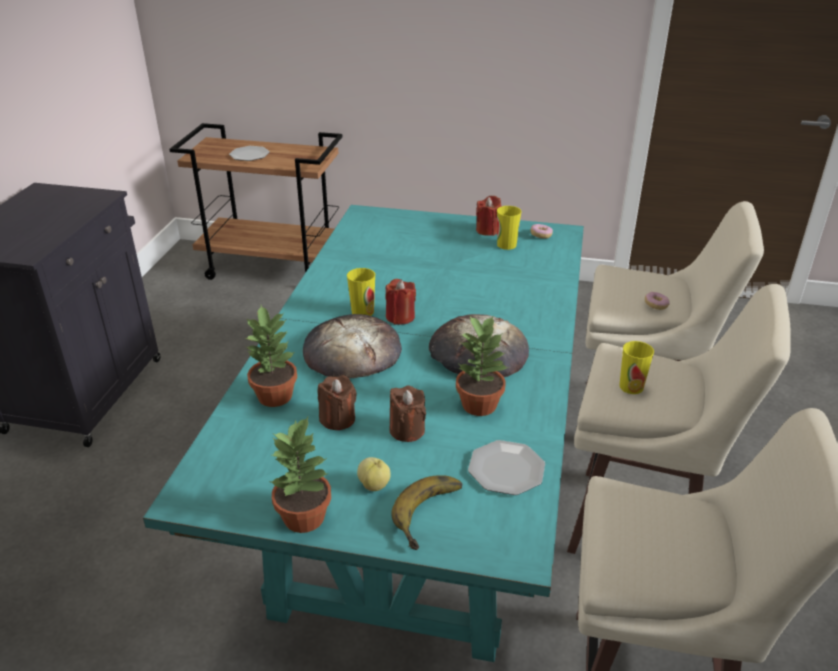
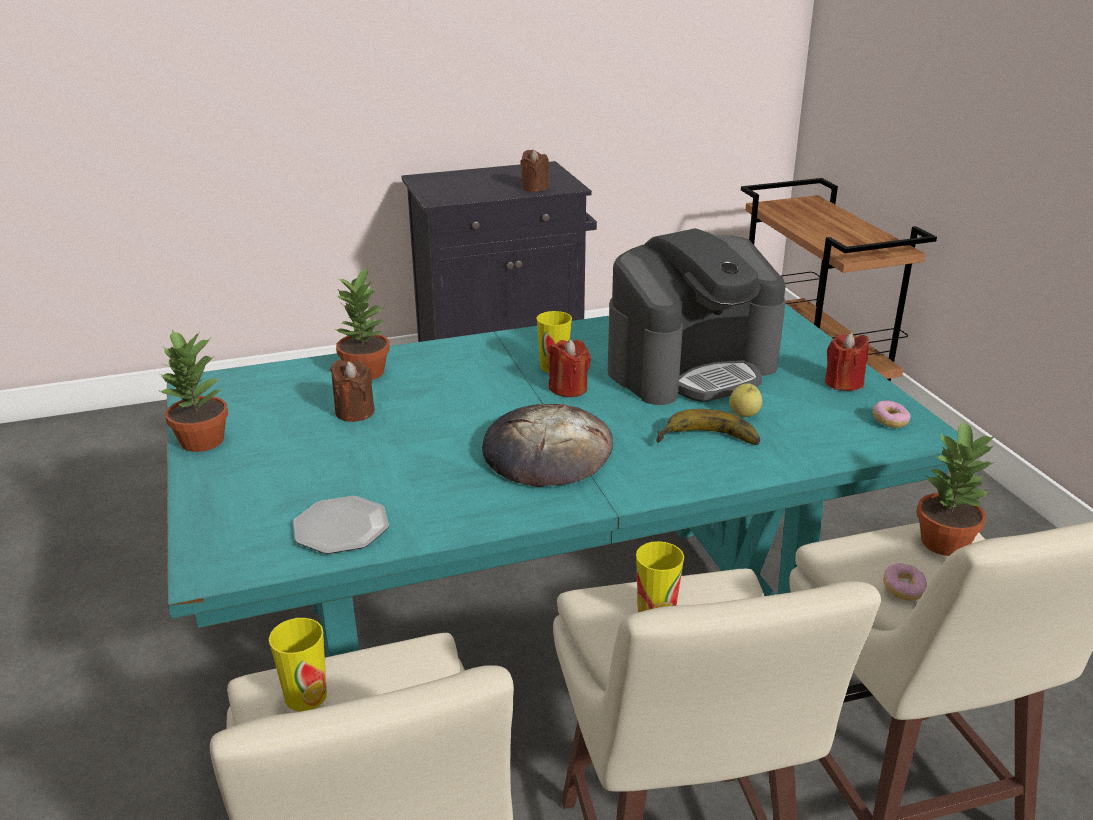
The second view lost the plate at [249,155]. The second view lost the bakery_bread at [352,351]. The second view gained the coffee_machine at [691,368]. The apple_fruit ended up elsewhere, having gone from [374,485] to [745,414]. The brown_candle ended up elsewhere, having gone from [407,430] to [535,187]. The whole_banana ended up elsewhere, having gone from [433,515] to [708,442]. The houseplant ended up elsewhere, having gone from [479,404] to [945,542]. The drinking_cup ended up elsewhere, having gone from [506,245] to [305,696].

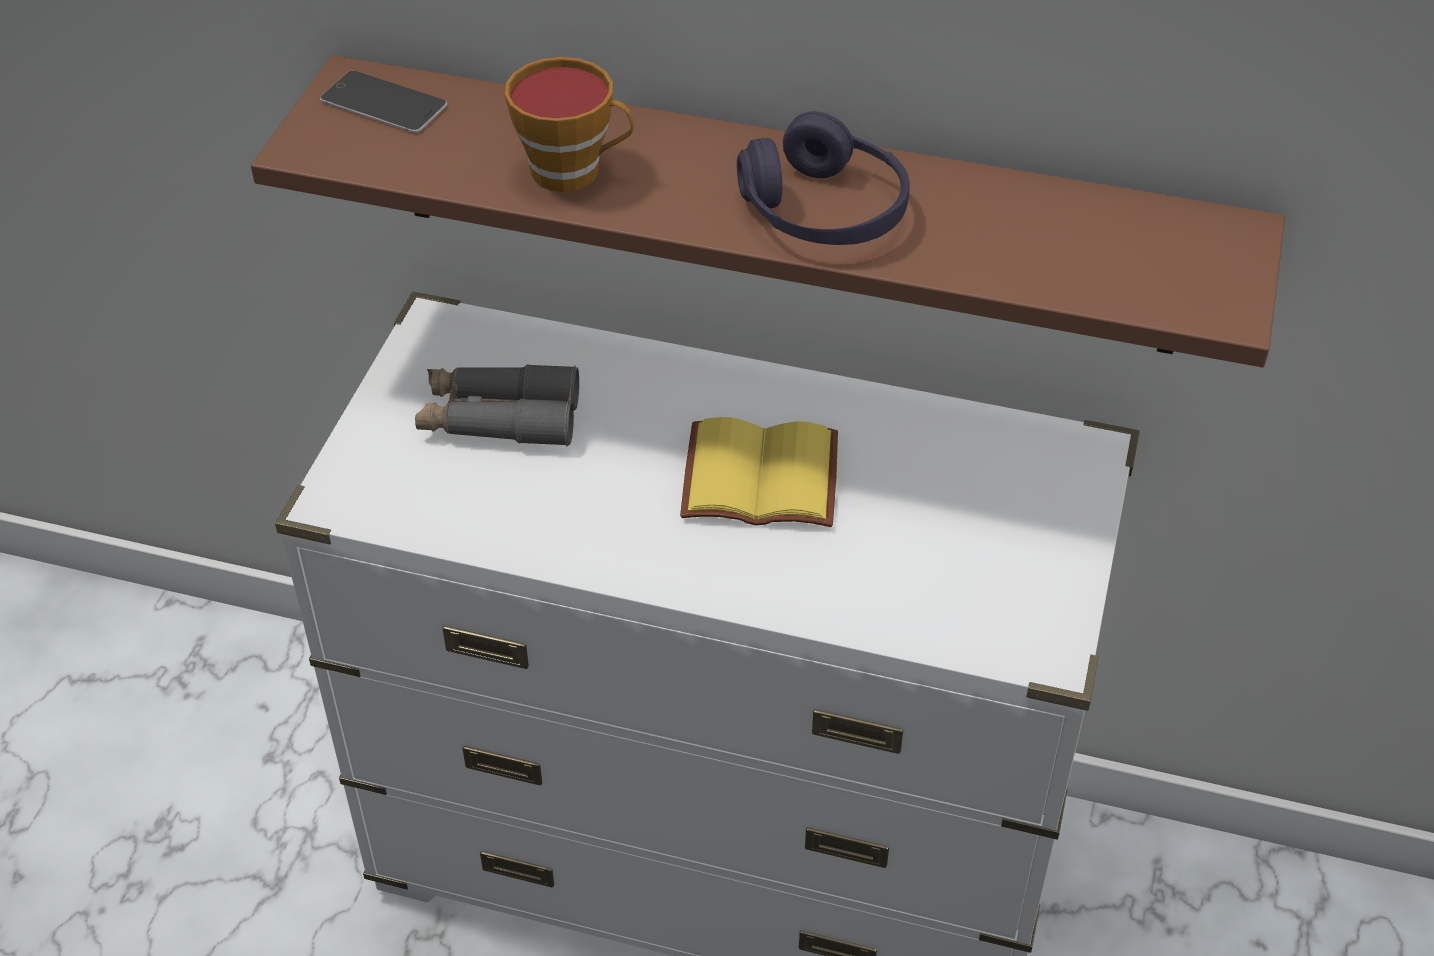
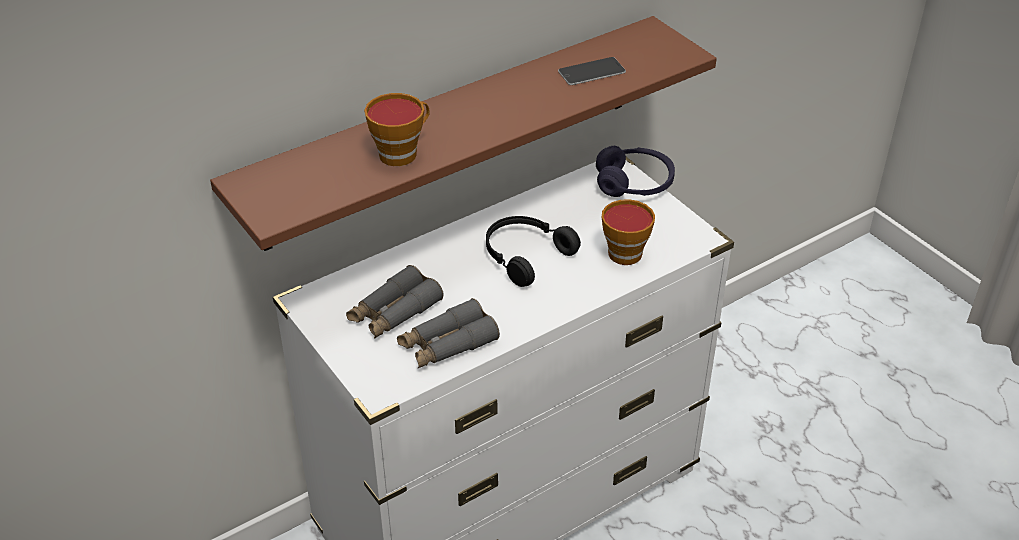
The second view gained the greyish_binoculars at [447,344]. The second view gained the drinking_cup at [626,251]. The telephone ended up elsewhere, having gone from [383,103] to [591,71]. The purple_pair_of_headphones ended up elsewhere, having gone from [824,211] to [634,183]. Where the yellowish_book stood at [763,474], the black_pair_of_headphones came to stand at [524,255].

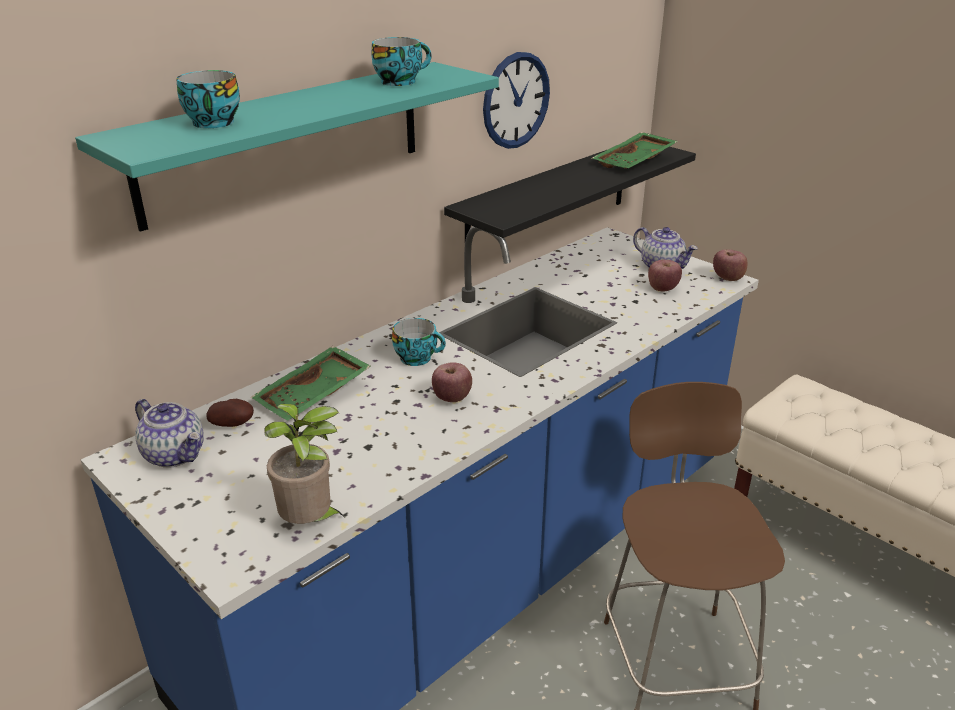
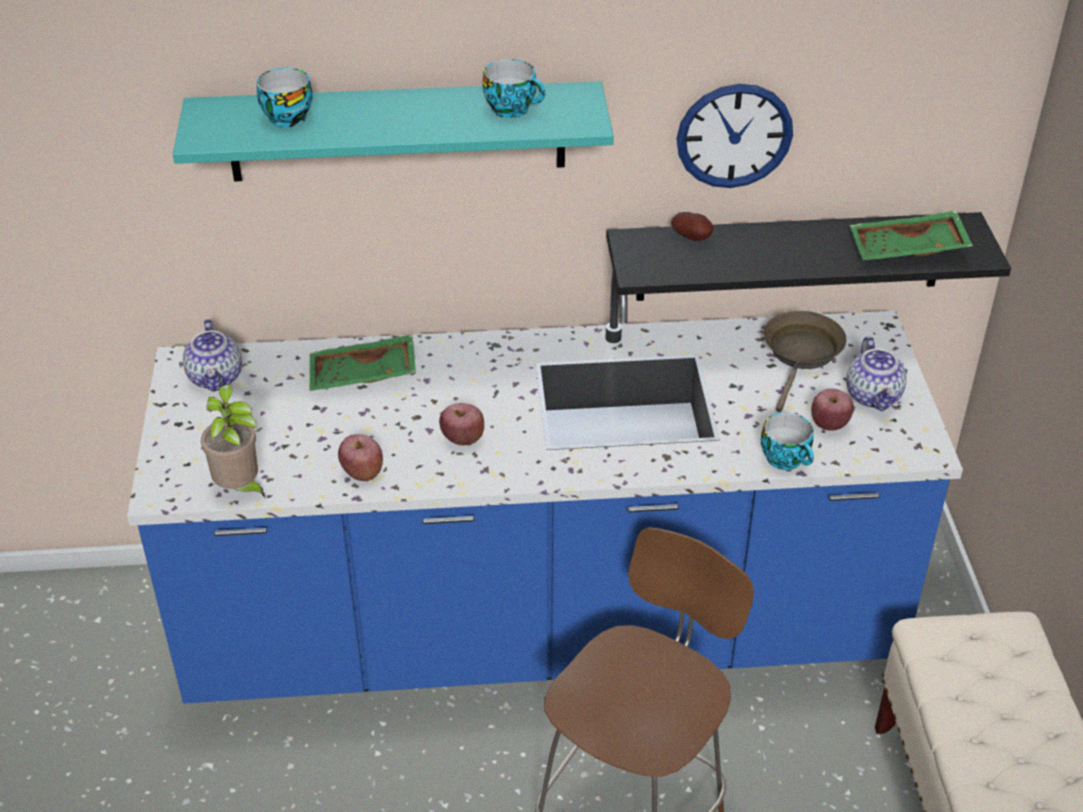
The second view gained the brown_pan at [801,355]. The potato ended up elsewhere, having gone from [234,424] to [693,238]. The drinking_cup ended up elsewhere, having gone from [418,358] to [787,459]. The apple_fruit ended up elsewhere, having gone from [728,278] to [362,472].

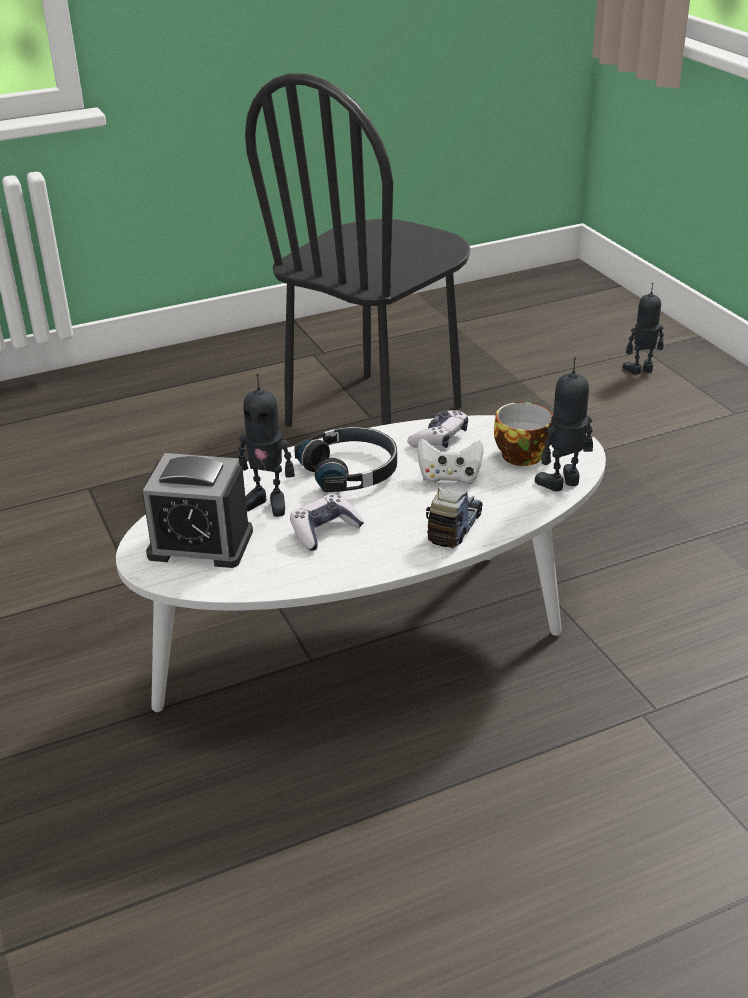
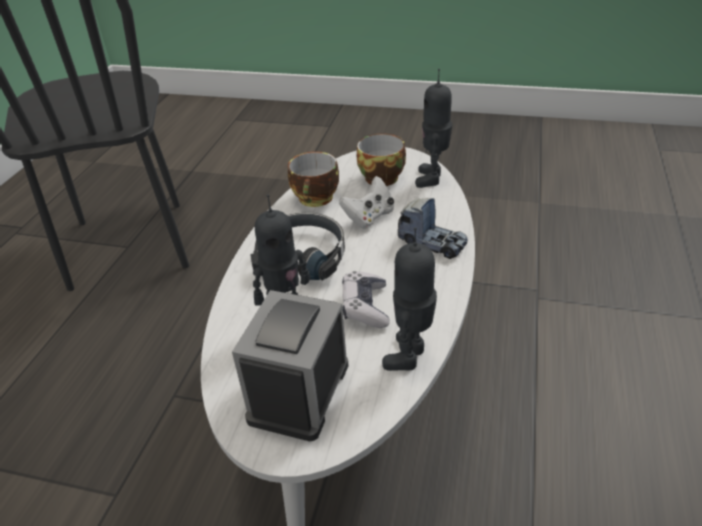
The model_robot ended up elsewhere, having gone from [641,370] to [410,356]. Where the gamepad stood at [439,438], the drinking_cup came to stand at [316,199]. The table_clock at [200,544] ended up facing another way, 150 degrees clockwise from before. The toy_truck at [454,527] ended up facing another way, 150 degrees clockwise from before.

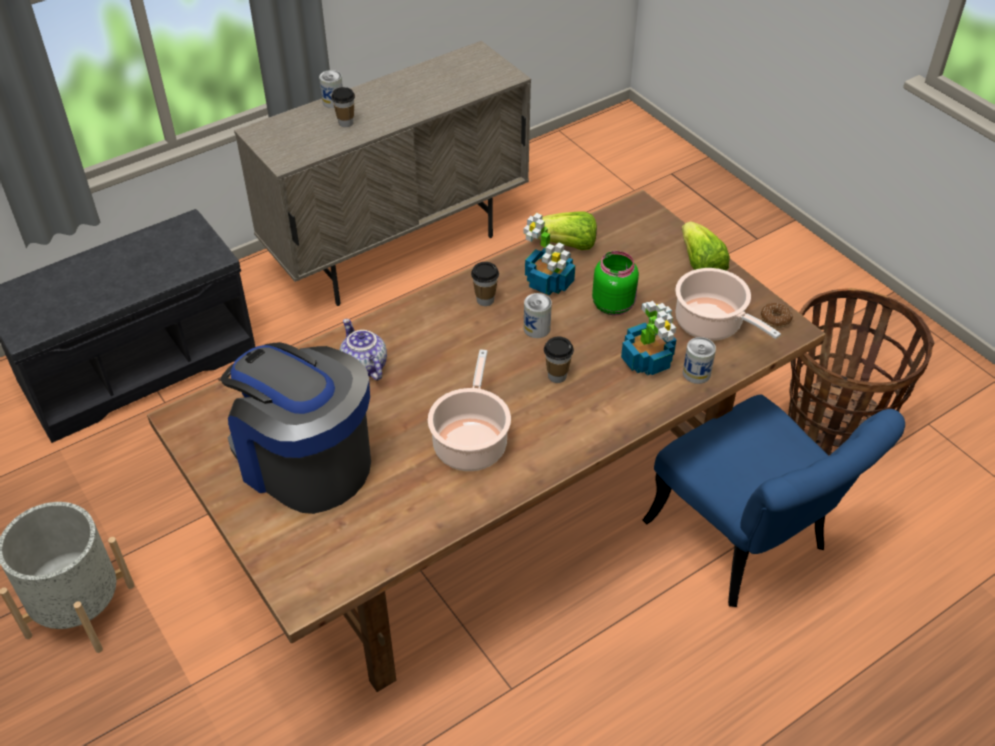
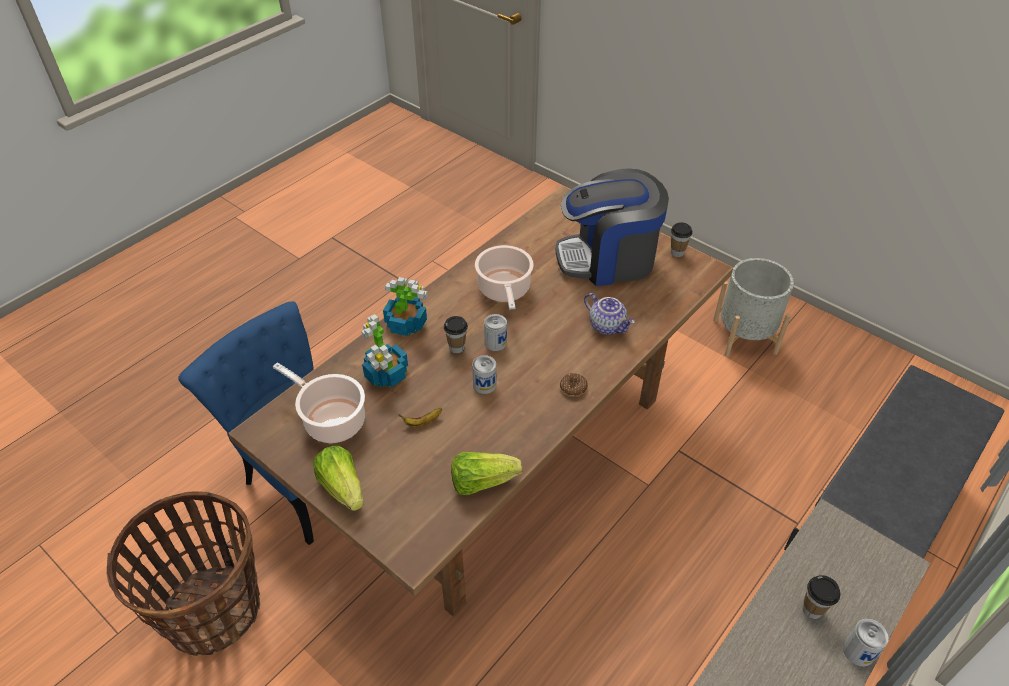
The drinking_cup ended up elsewhere, having gone from [485,300] to [677,252]. The houseplant ended up elsewhere, having gone from [549,283] to [406,324]. The sealed_can ended up elsewhere, having gone from [696,373] to [495,343]. The ring_doughnut ended up elsewhere, having gone from [775,319] to [573,388]. Where the green_storage_jar stood at [614,304], the whole_banana came to stand at [422,422]. The coffee_machine at [304,461] ended up facing another way, 150 degrees clockwise from before.

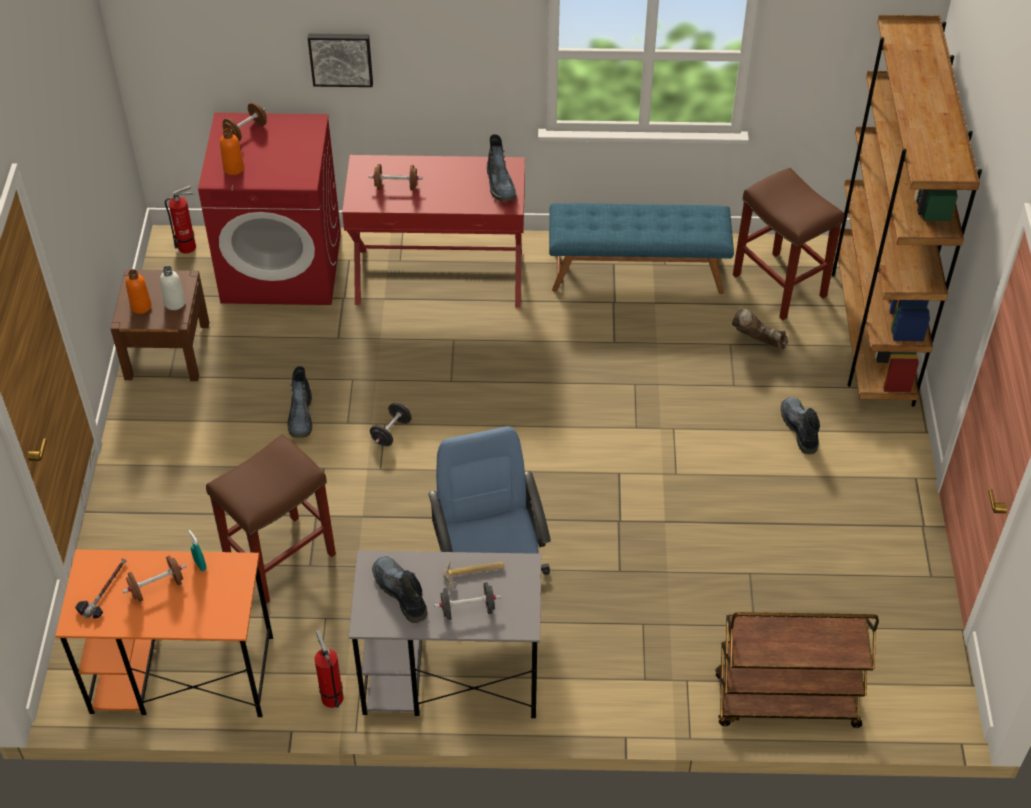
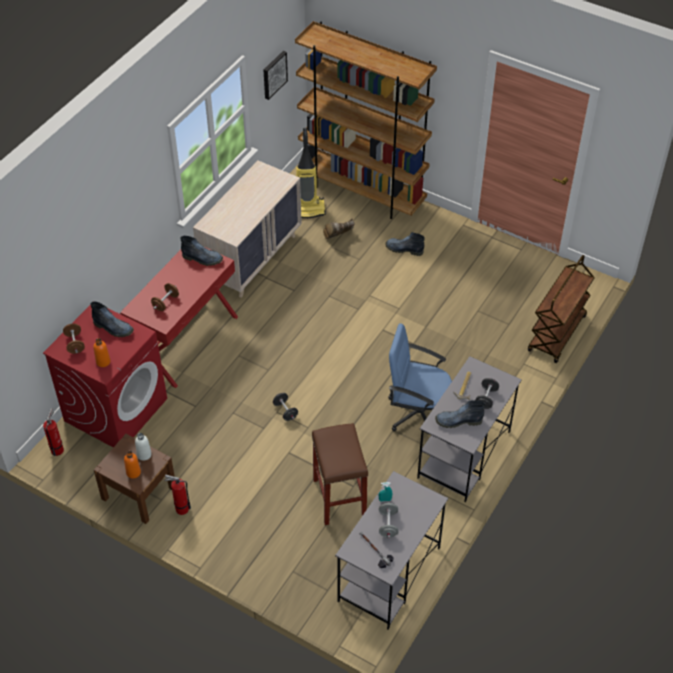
The boot ended up elsewhere, having gone from [301,417] to [114,328]. The wall_picture ended up elsewhere, having gone from [341,58] to [274,74]. The extinguisher ended up elsewhere, having gone from [331,695] to [180,509]. Where the blue-coloured_indoor_bench stood at [637,271], the beige-coloured_chest_of_drawers came to stand at [252,258]. Where the brown_stool stood at [780,286], the hoover came to stand at [308,209]. What was the orange_desk at [181,675] turned into the greyish_desk at [389,575]. What was the brown_free_weight at [157,587] turned into the greyish_free_weight at [388,525].

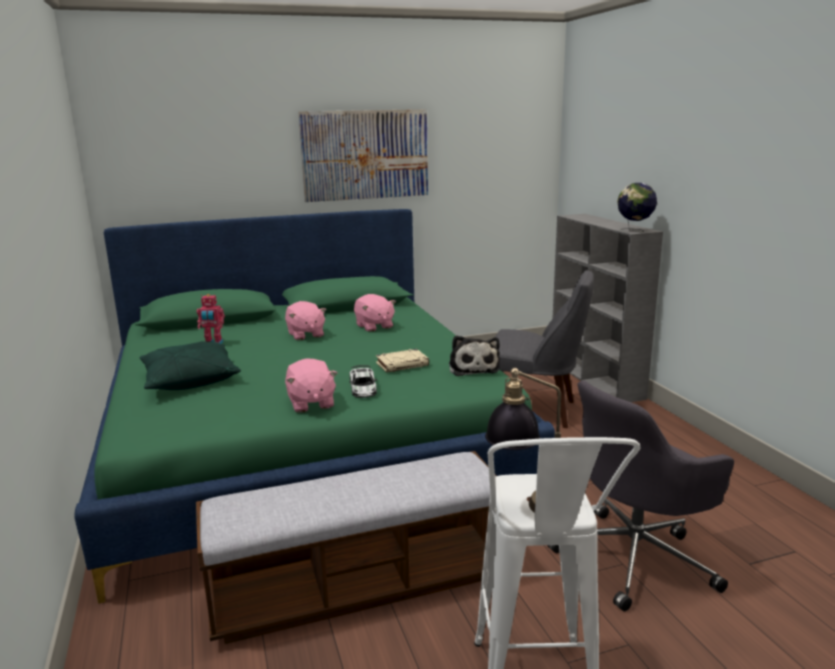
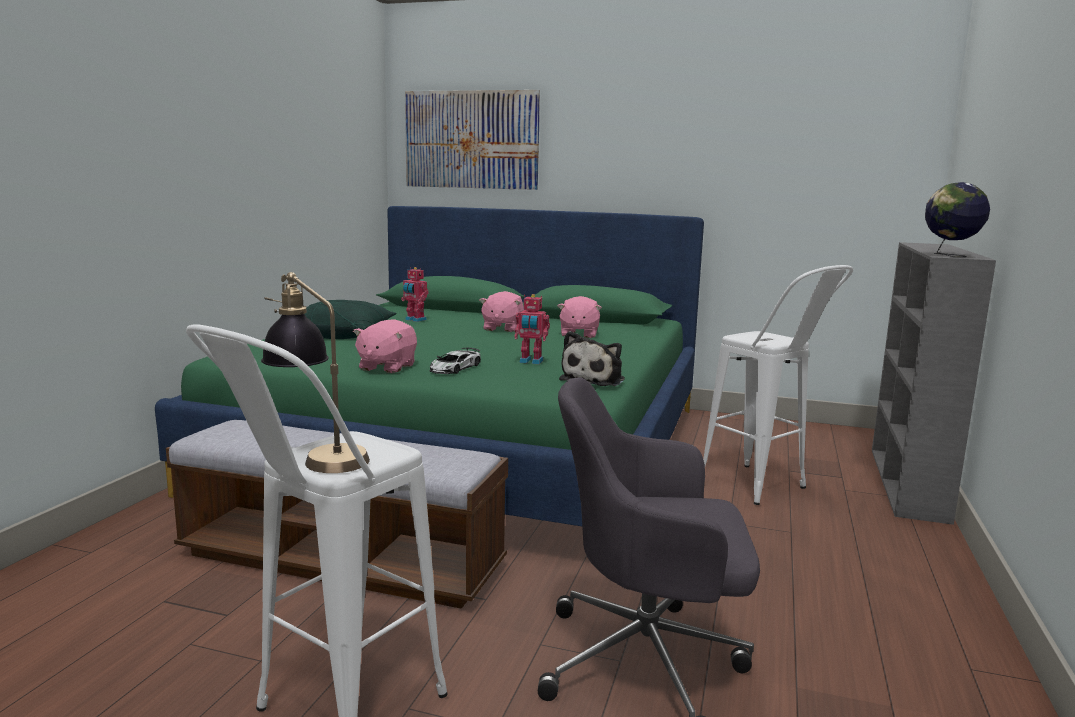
The wall_picture ended up elsewhere, having gone from [365,155] to [471,140]. Where the beige-coloured_book stood at [402,364], the model_robot came to stand at [531,361]. Where the greyish_upright_chair stood at [535,410], the white-coloured_stool came to stand at [764,490].

